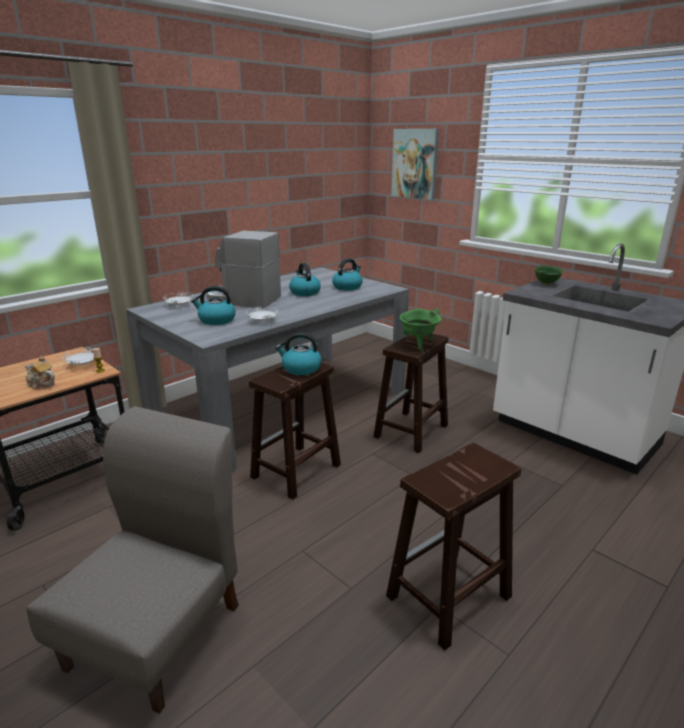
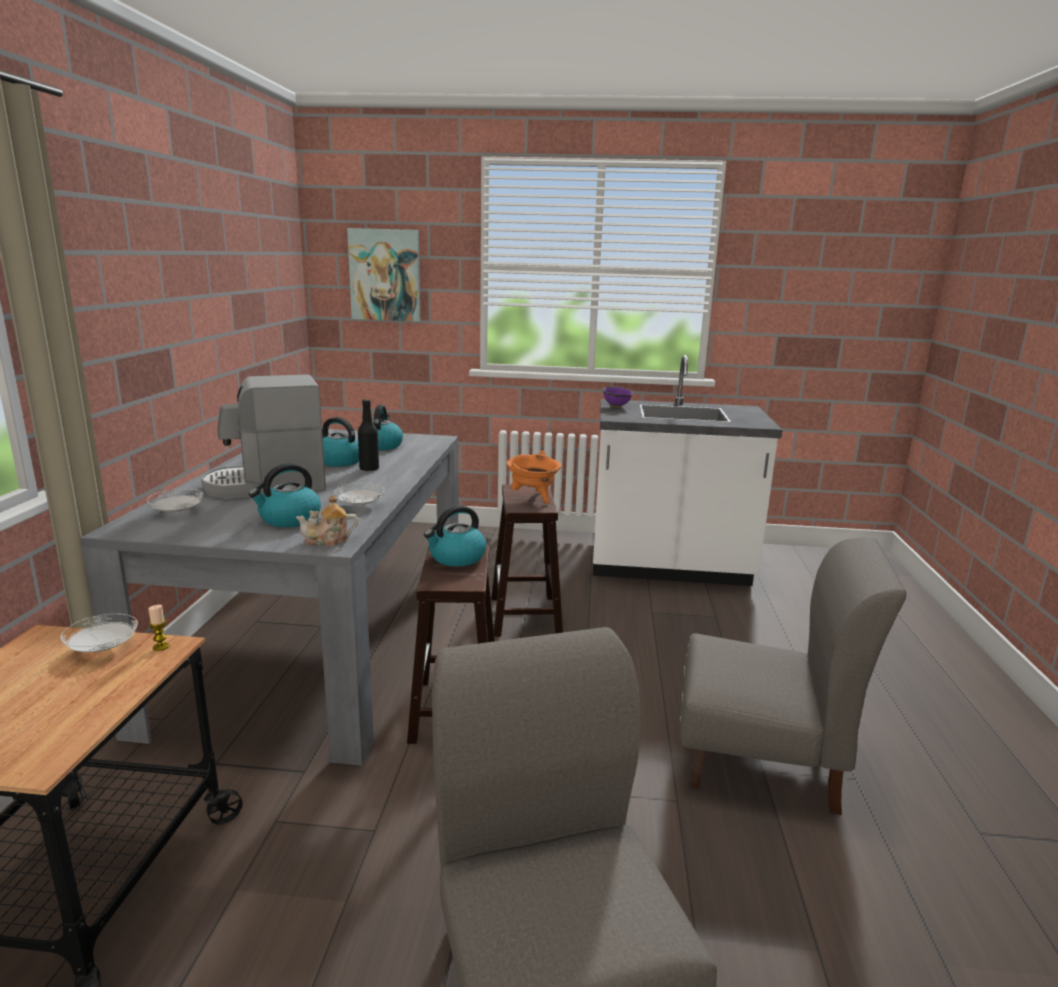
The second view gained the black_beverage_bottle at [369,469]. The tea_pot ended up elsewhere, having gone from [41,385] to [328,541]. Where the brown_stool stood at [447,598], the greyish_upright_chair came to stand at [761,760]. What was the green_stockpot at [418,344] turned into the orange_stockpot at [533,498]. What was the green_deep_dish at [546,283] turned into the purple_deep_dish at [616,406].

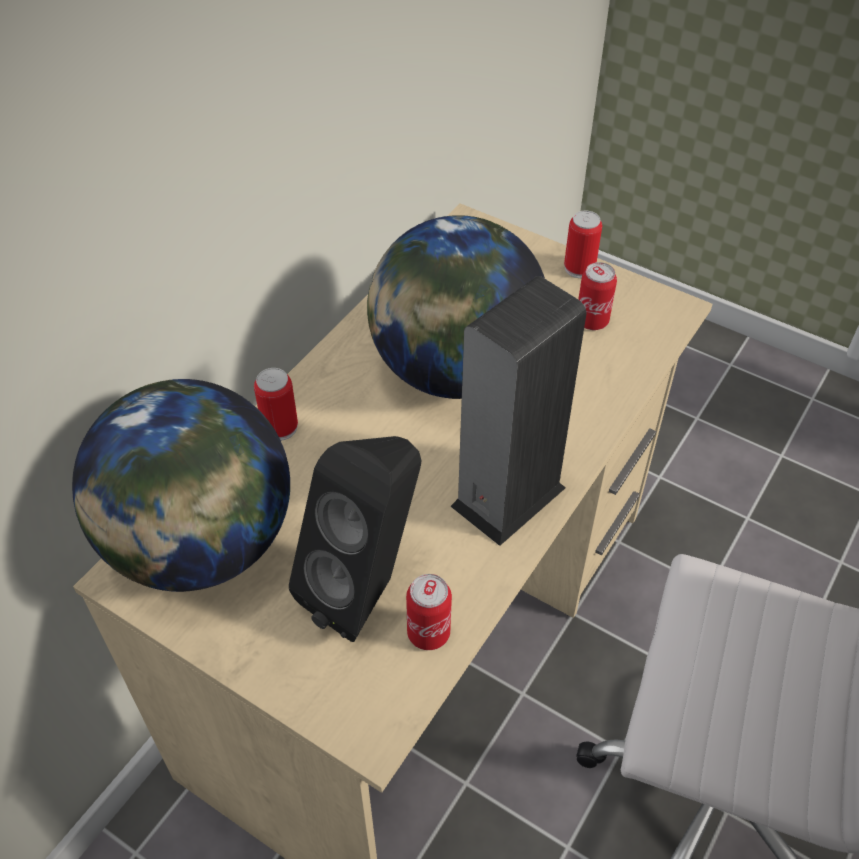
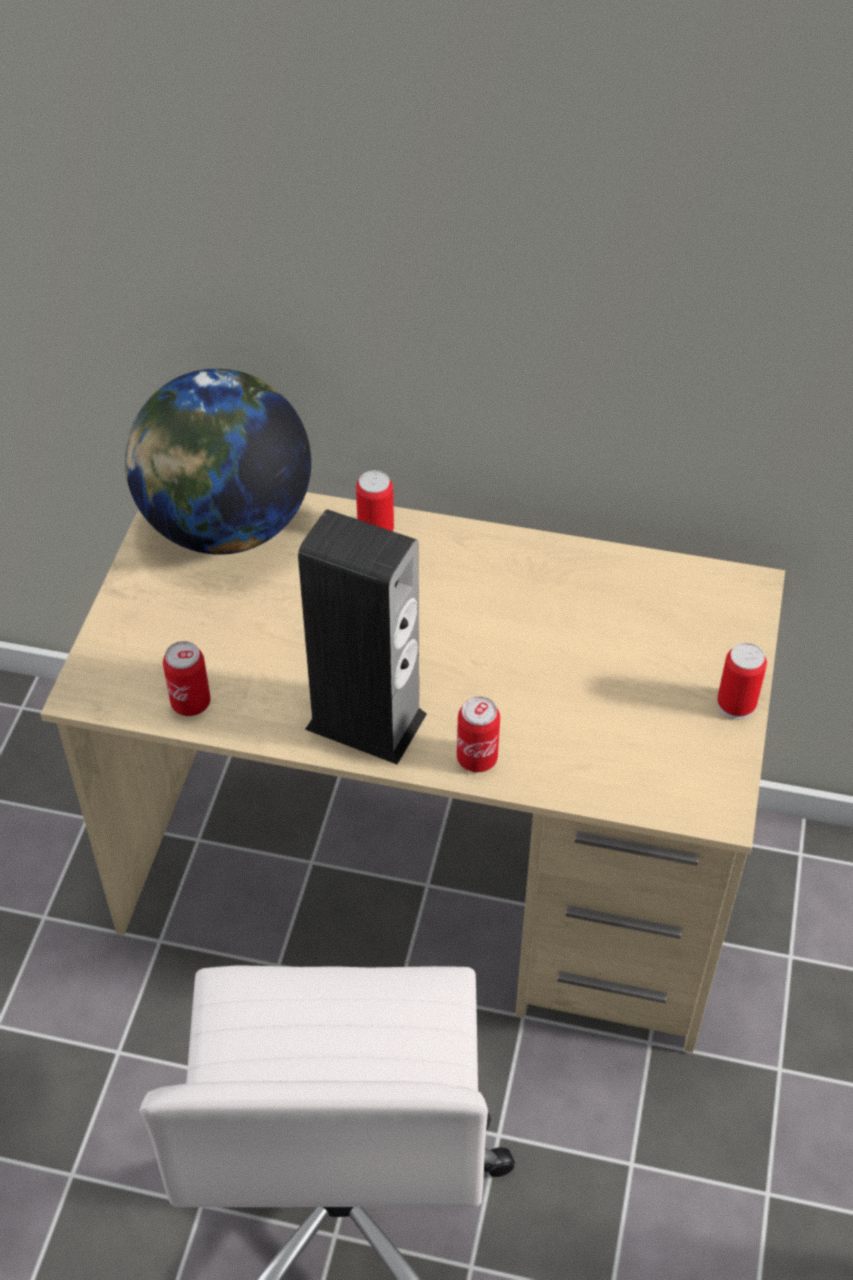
The second view lost the black_speaker at [367,588]. The second view lost the globe at [454,370]. The sealed_can ended up elsewhere, having gone from [592,321] to [477,758].

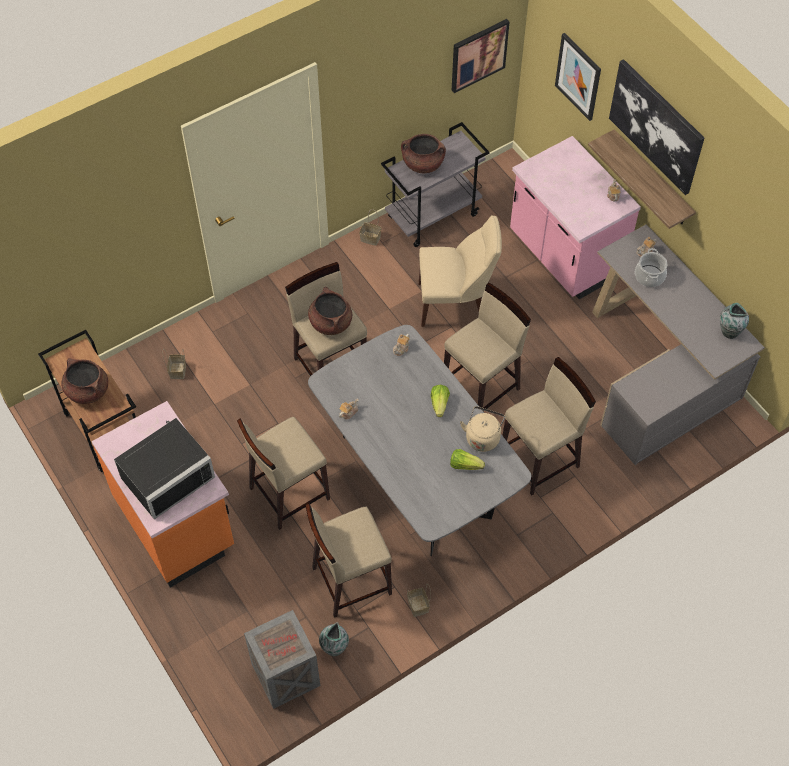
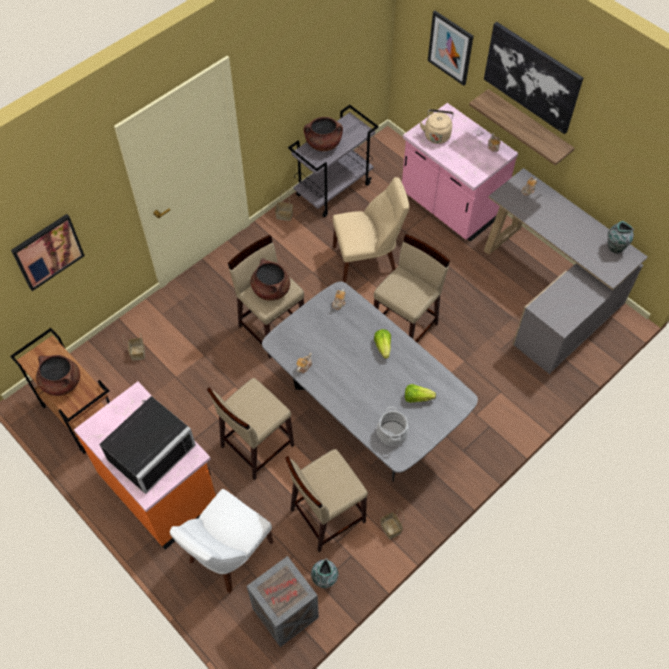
The second view lost the beige-coloured_stool at [540,460]. The second view gained the white-coloured_upright_chair at [227,554]. The wall_picture ended up elsewhere, having gone from [478,55] to [47,251]. The beige-coloured_kettle ended up elsewhere, having gone from [483,437] to [437,134]. The stockpot ended up elsewhere, having gone from [649,276] to [392,433].

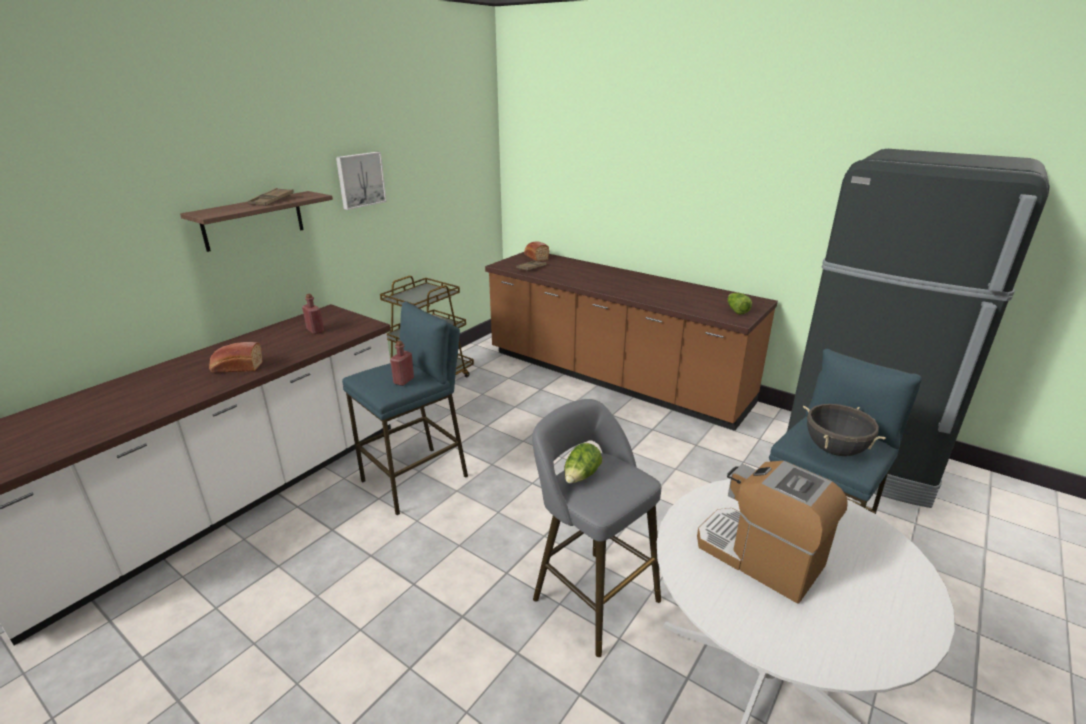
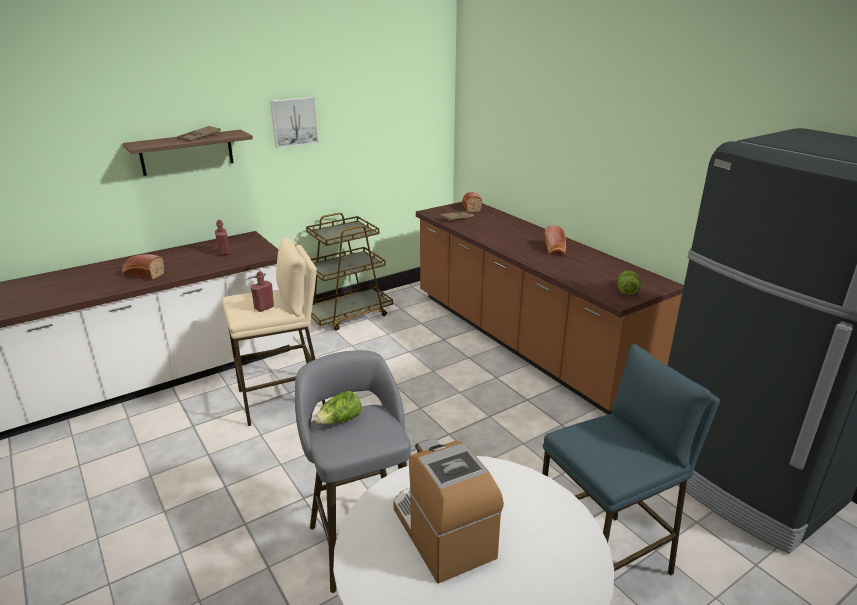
The second view lost the black_stockpot at [834,450]. The second view gained the bakery_bread at [554,249]. What was the blue-coloured_stool at [416,479] turned into the beige-coloured_stool at [282,399].

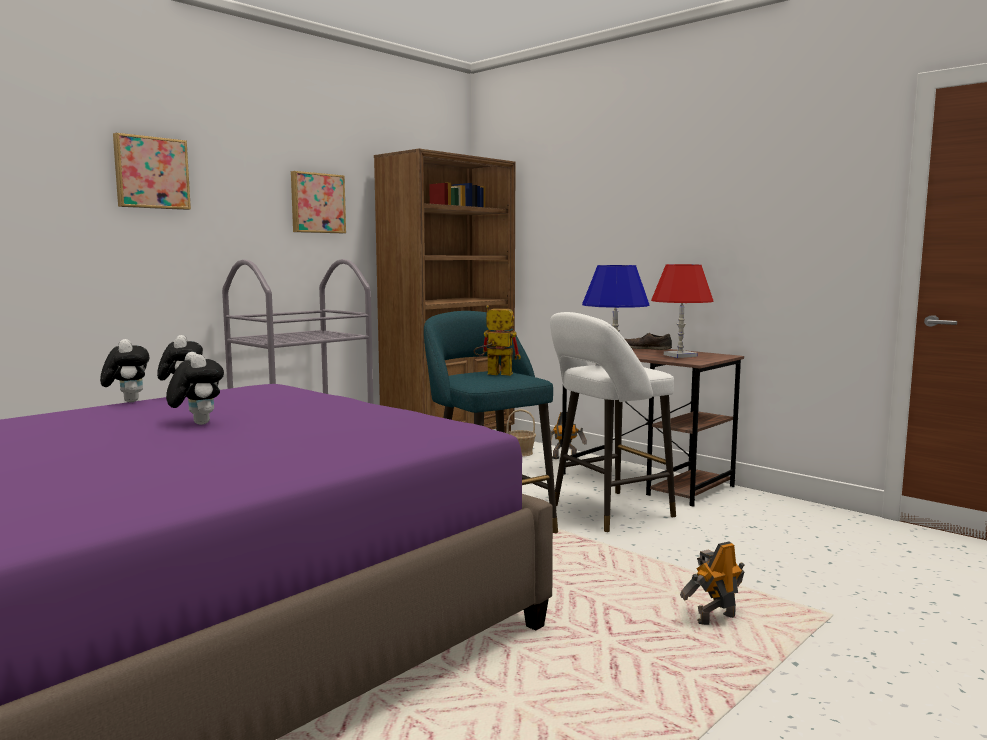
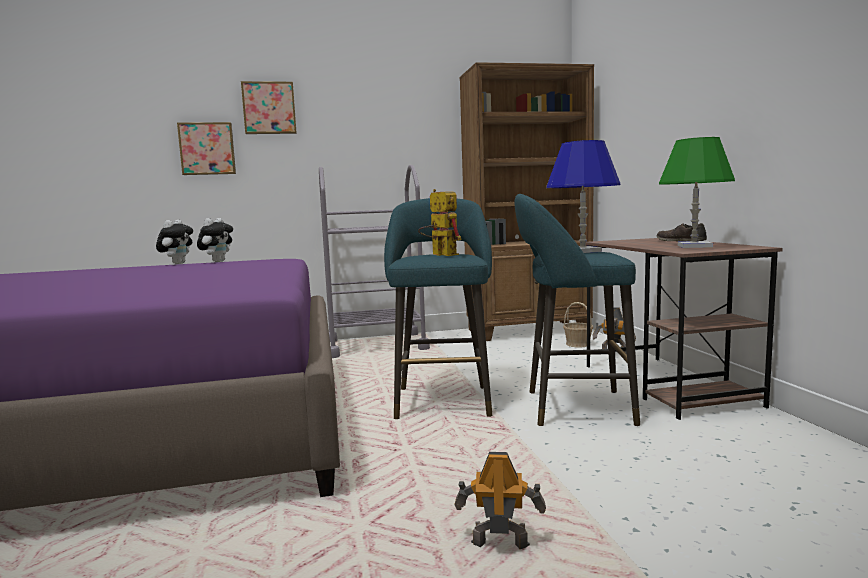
The second view lost the cuddly_toy at [196,423]. The wall_picture ended up elsewhere, having gone from [317,203] to [207,149]. What was the white-coloured_stool at [606,512] turned into the turquoise-coloured_stool at [571,407]. What was the red_table_lamp at [680,355] turned into the green_table_lamp at [694,246].

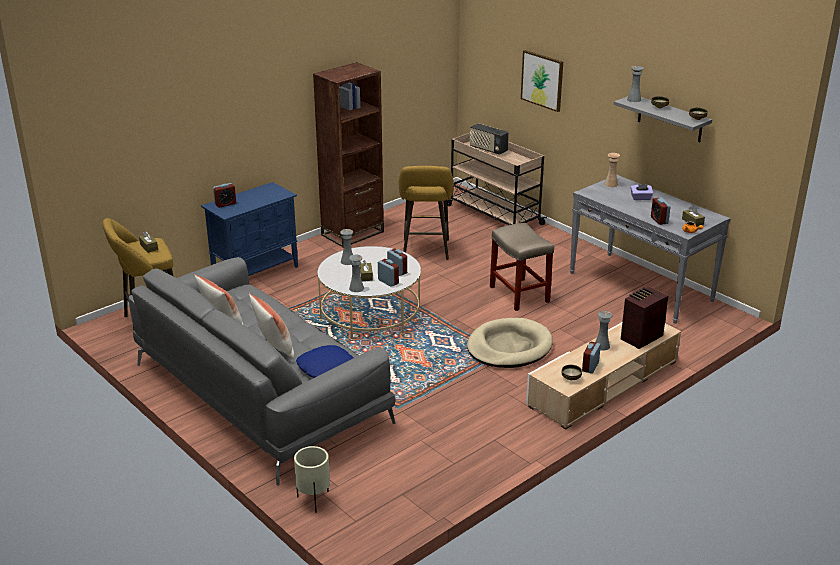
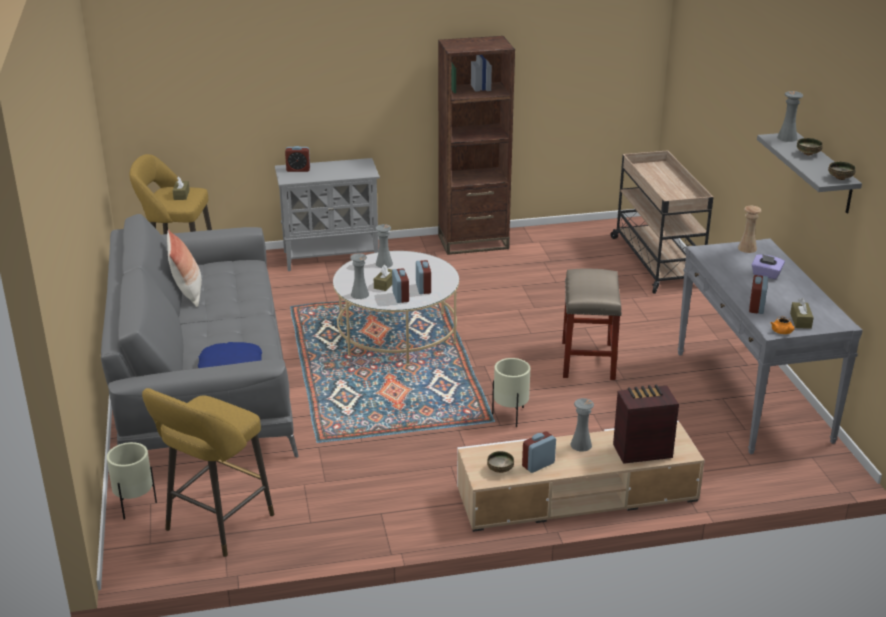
The second view lost the throw_pillow at [275,347]. The second view lost the radio at [488,149]. The second view lost the wall_picture at [542,80]. The yellowish_stool ended up elsewhere, having gone from [425,251] to [215,525]. Where the beige-coloured_dog_cushion stood at [509,347], the beige-coloured_plant_pot came to stand at [510,416]. What was the blue-coloured_storage_cabinet at [256,272] turned into the greyish_storage_cabinet at [332,257].

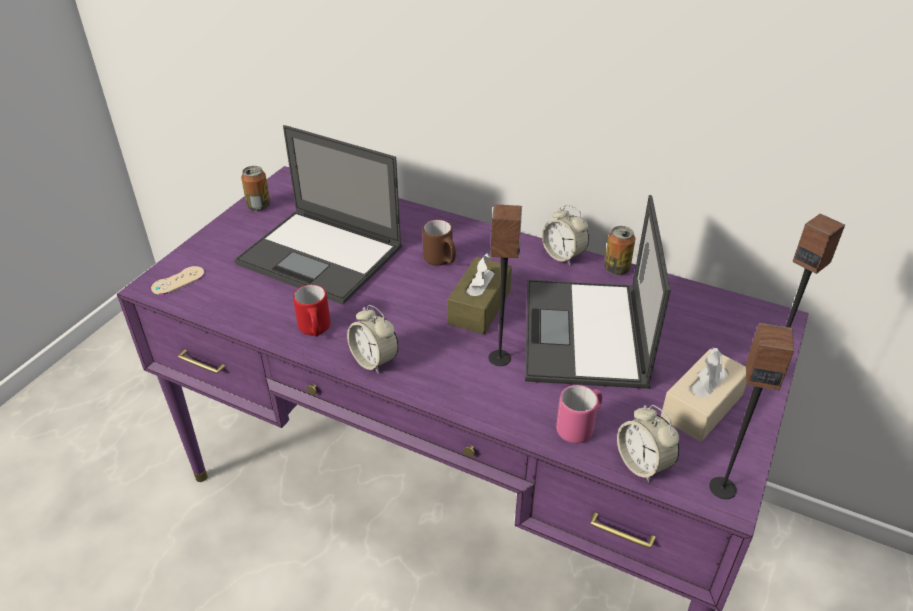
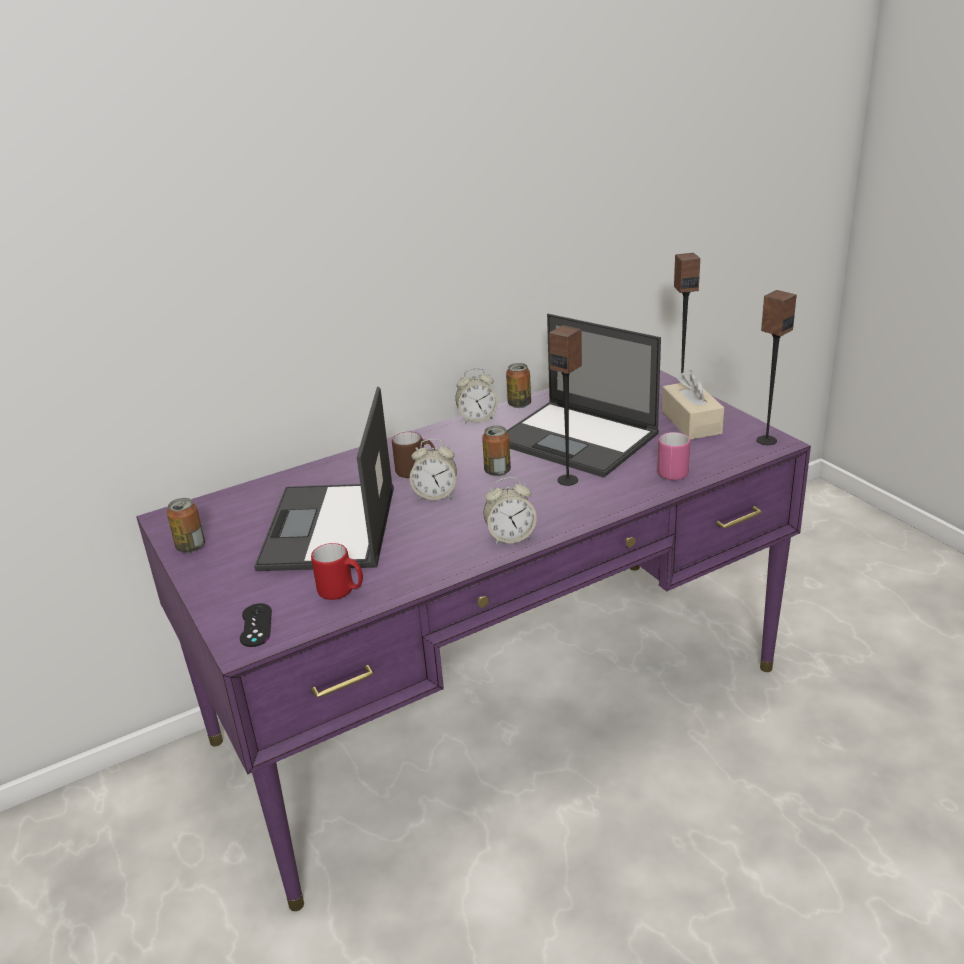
The red_mug ended up elsewhere, having gone from [315,330] to [342,592]. The table_clock ended up elsewhere, having gone from [643,464] to [435,495]. Where the brown_box_of_tissues stood at [479,307], the sealed_can came to stand at [497,471]. What was the beige-coloured_gamepad at [178,280] turned into the black_gamepad at [256,625]. The laptop at [322,256] ended up facing another way, 120 degrees clockwise from before.

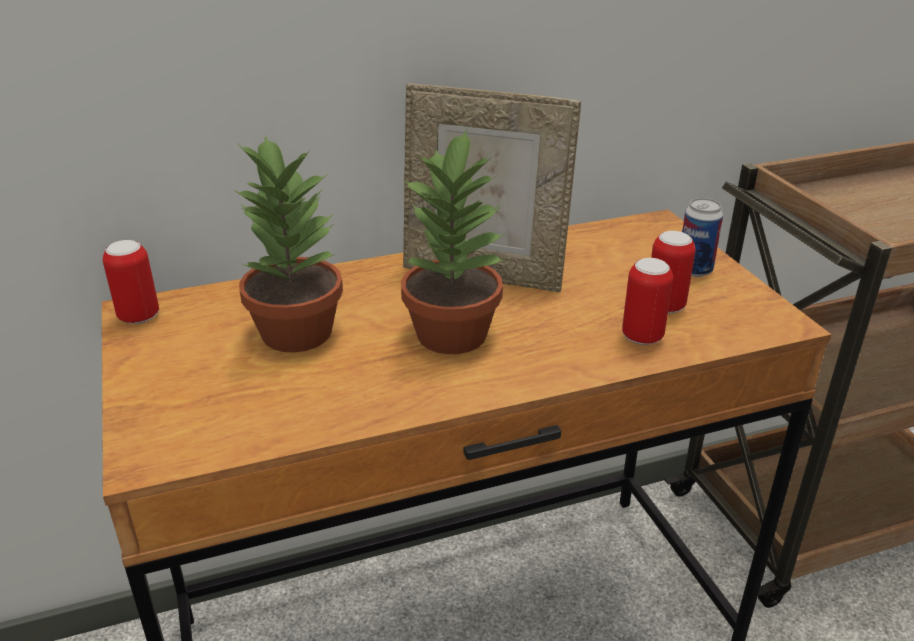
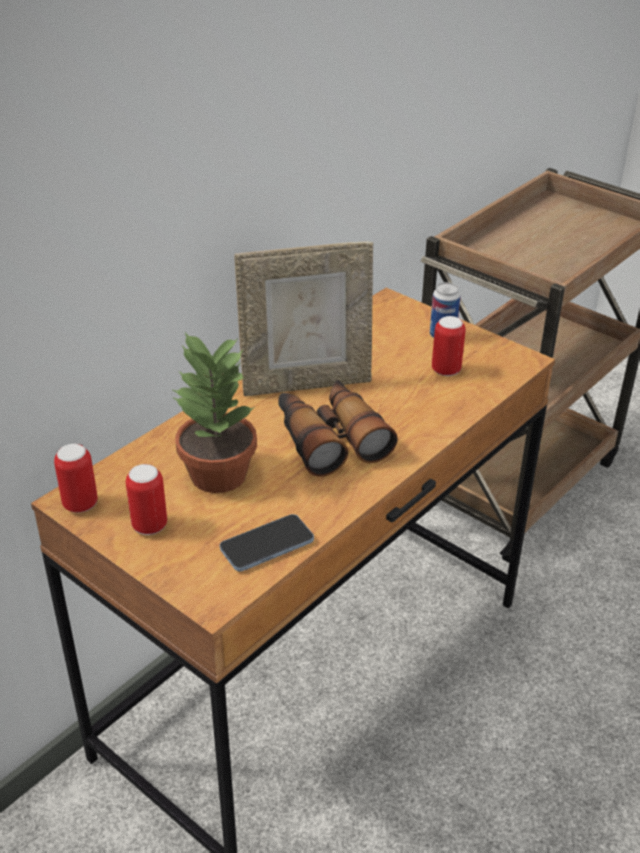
The second view gained the telephone at [267,545]. The sealed_can ended up elsewhere, having gone from [642,337] to [149,525]. Where the houseplant stood at [454,334], the binoculars came to stand at [329,438].

